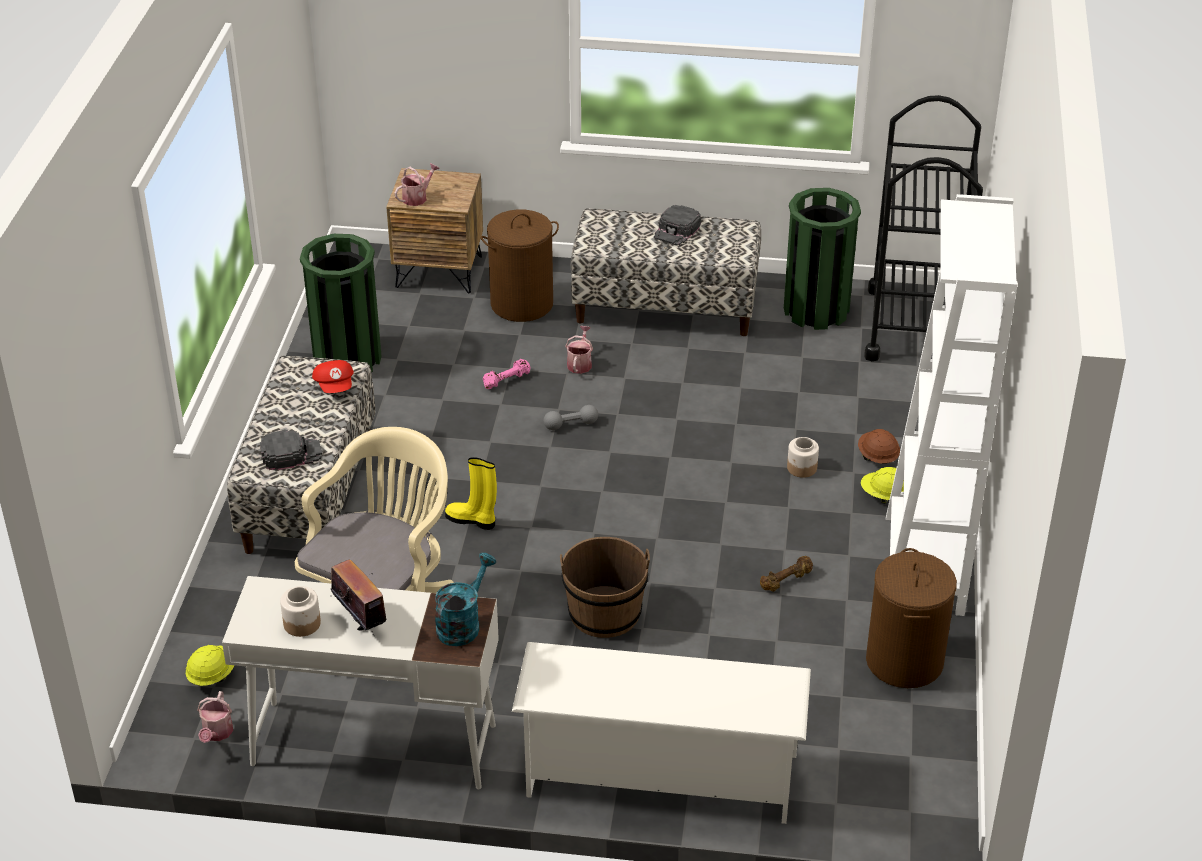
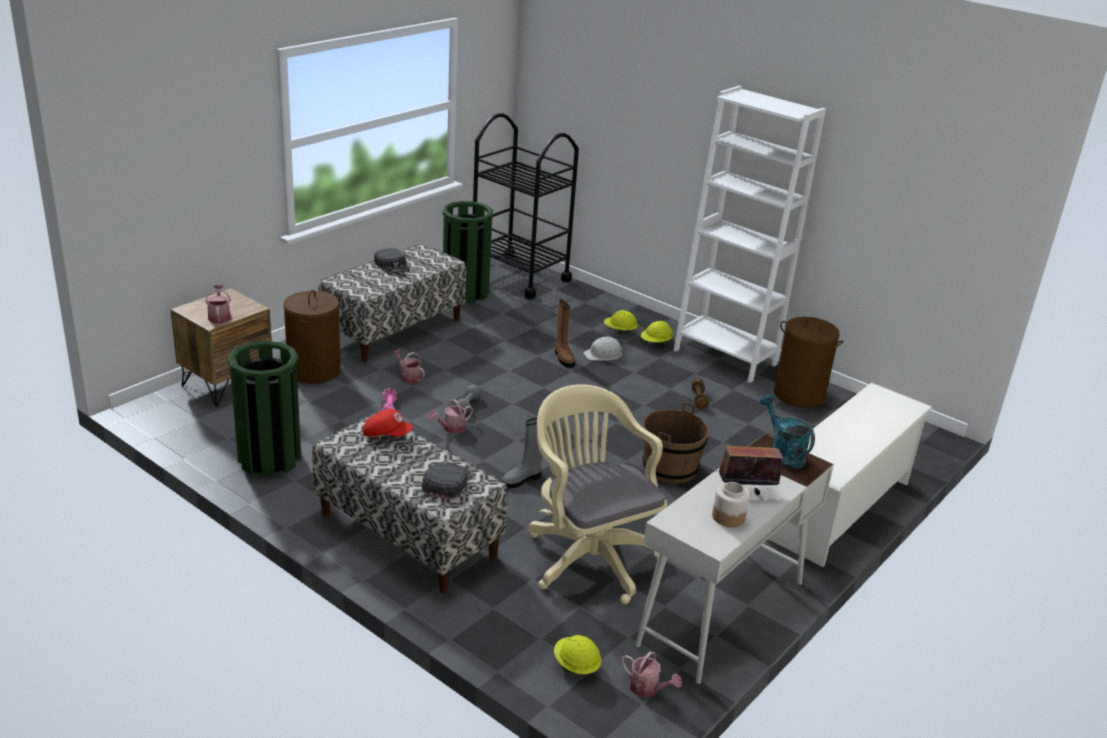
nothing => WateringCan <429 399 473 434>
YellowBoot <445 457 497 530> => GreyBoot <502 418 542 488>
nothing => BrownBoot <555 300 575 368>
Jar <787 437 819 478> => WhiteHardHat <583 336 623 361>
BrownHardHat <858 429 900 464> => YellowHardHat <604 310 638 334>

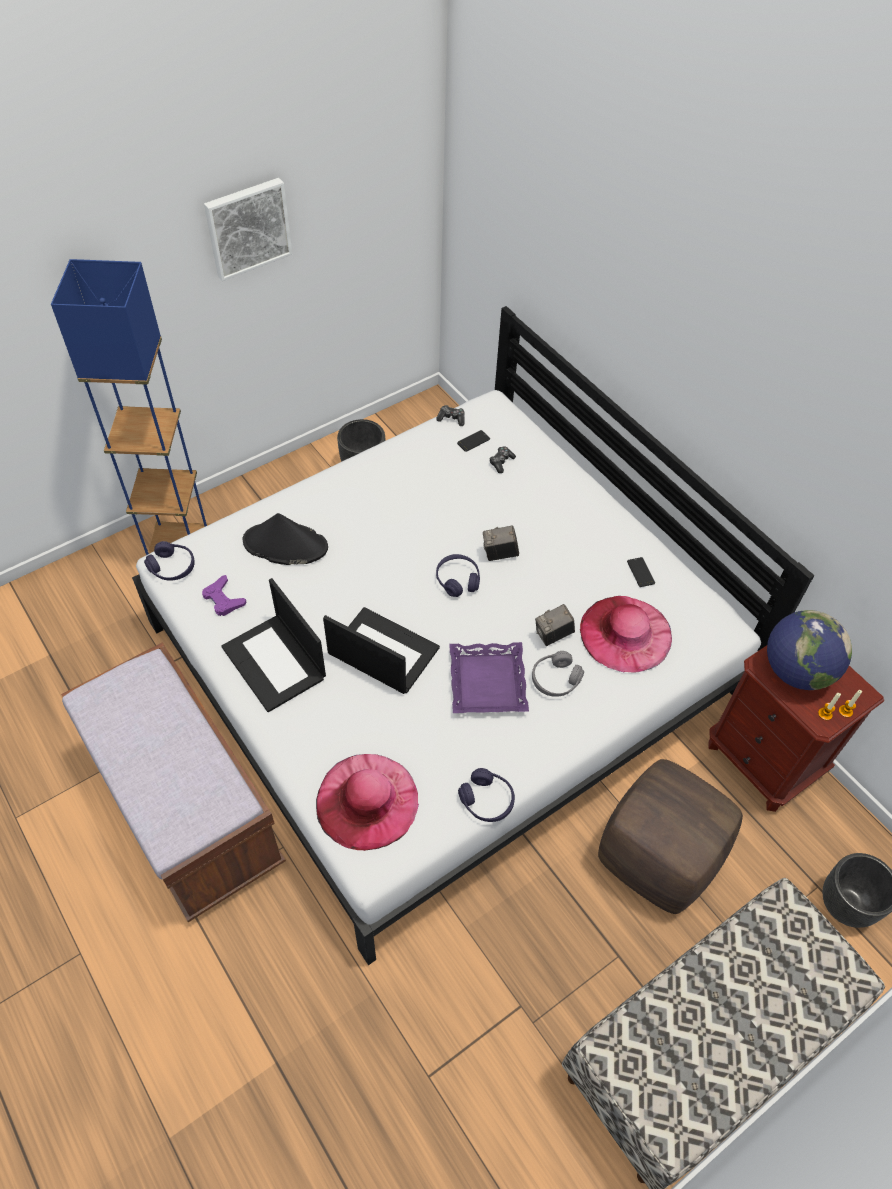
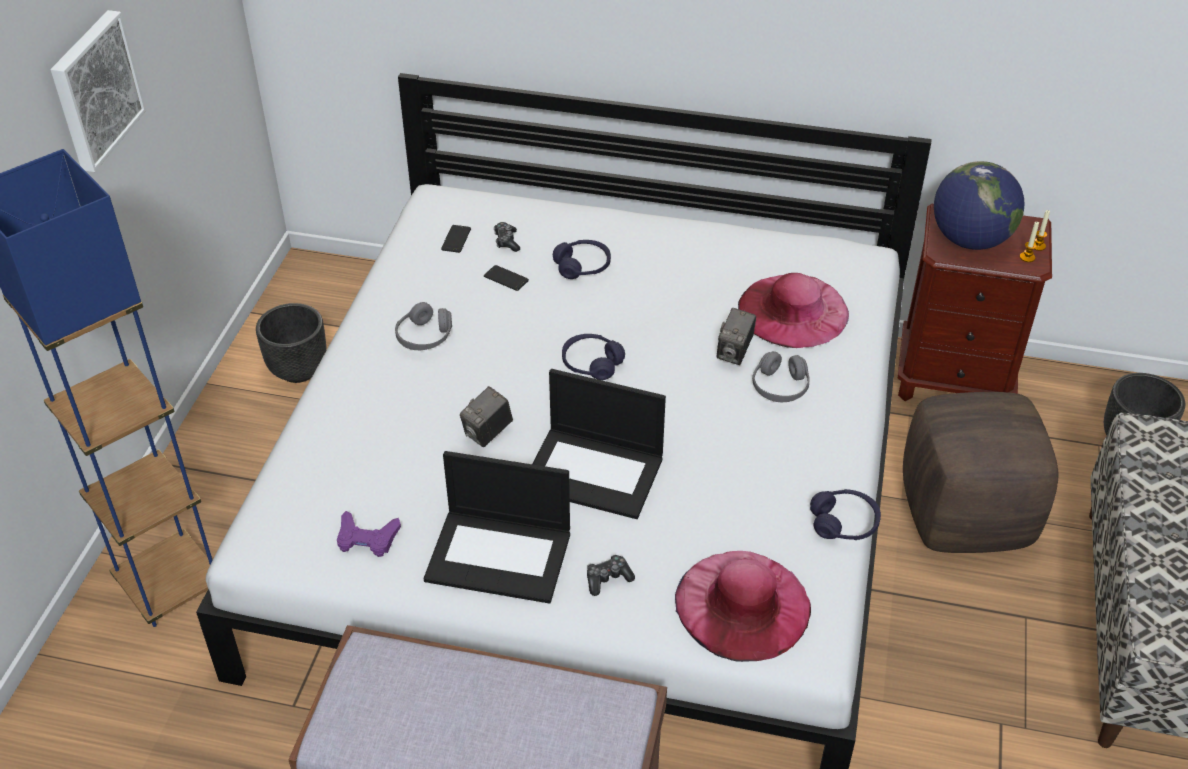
nothing => GreyHeadphones <395 302 452 350>
PhotoCamera <483 525 519 561> => PhotoCamera <460 386 513 447>, moved
Phone <627 557 655 587> => Phone <484 265 529 291>, moved
Laptop <323 607 440 694> => Laptop <533 369 666 519>, 150 degrees counterclockwise
PurpleHeadphones <144 541 195 581> => PurpleHeadphones <553 240 611 279>, moved
GameController <436 405 465 426> => GameController <587 554 635 596>, moved
BlackHat <243 513 328 565> => nothing
PurpleTray <449 642 529 713> => nothing

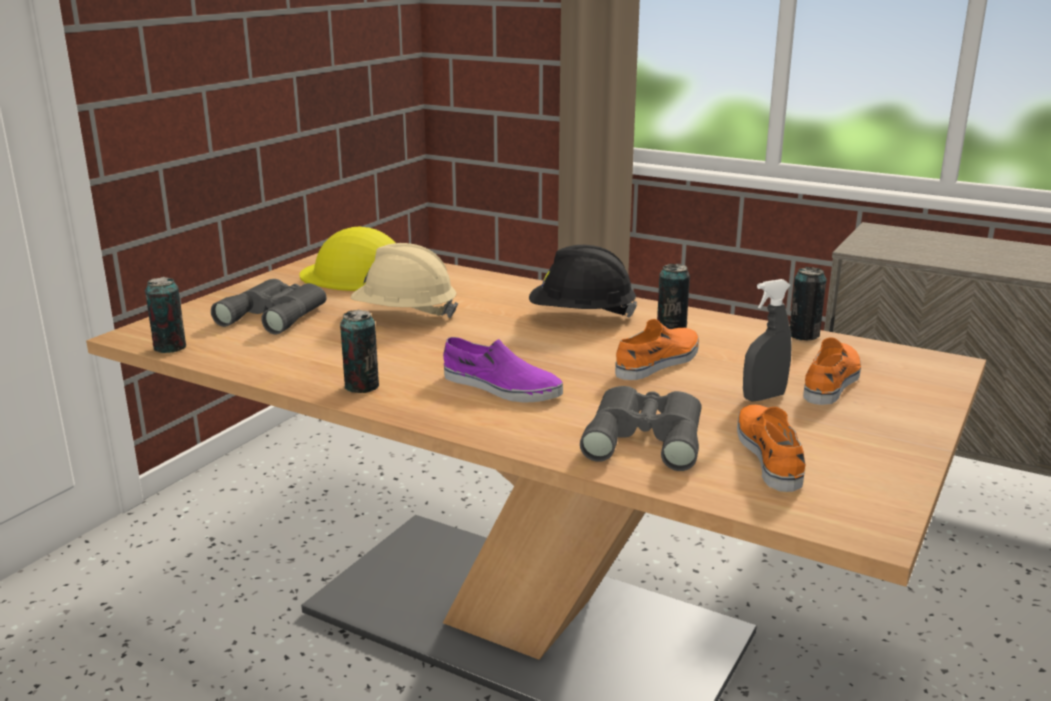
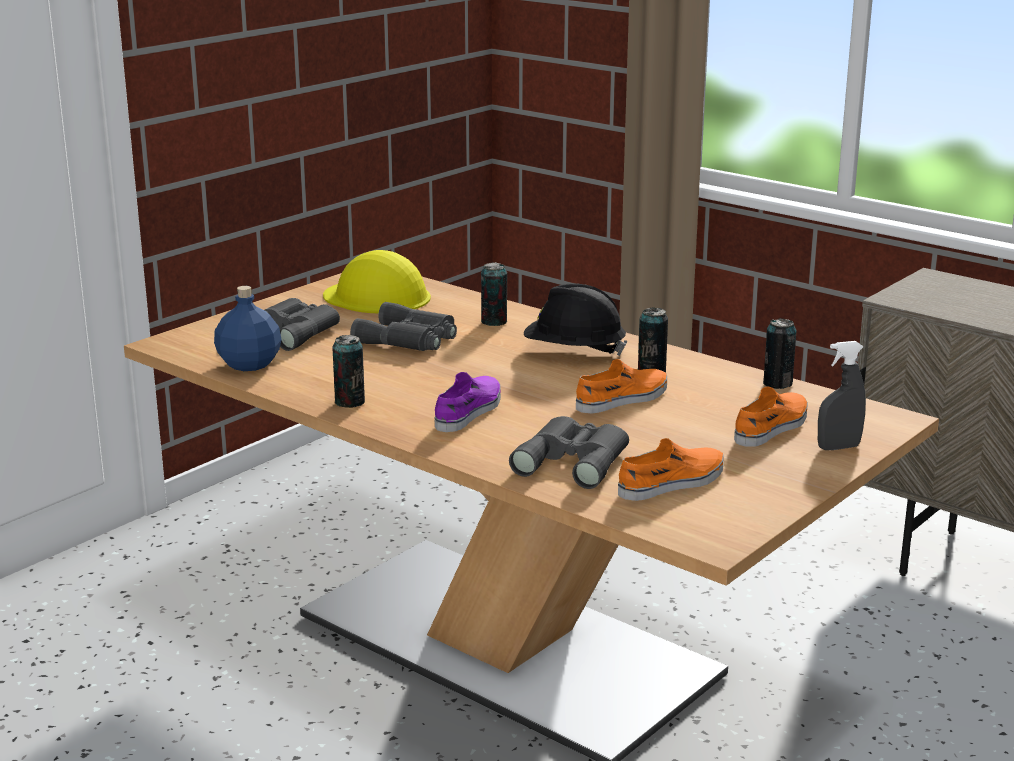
nothing => BlueBottle <214 286 282 371>
BeigeHardHat <351 243 458 318> => GreyBinoculars <350 302 457 351>
PurpleShoe <443 337 563 402> => PurpleShoe <434 372 501 432>, 105 degrees counterclockwise
Can <145 277 186 353> => Can <481 262 507 326>, moved
OrangeShoe <737 405 805 492> => OrangeShoe <618 438 724 501>, 45 degrees clockwise
GreySprayBottle <743 279 792 402> => GreySprayBottle <818 341 866 450>, moved

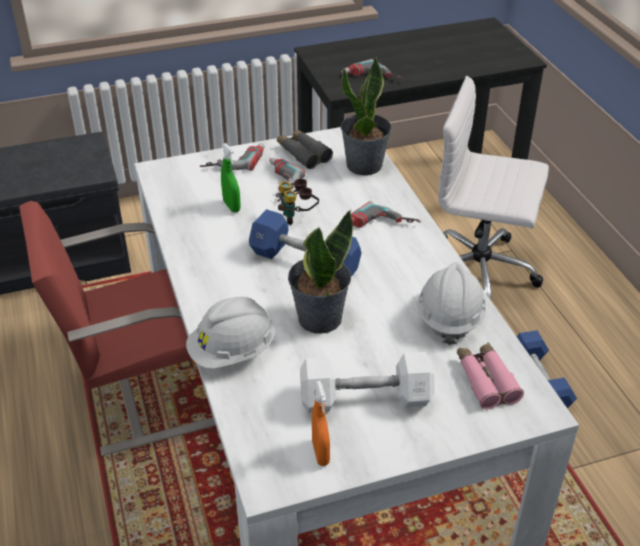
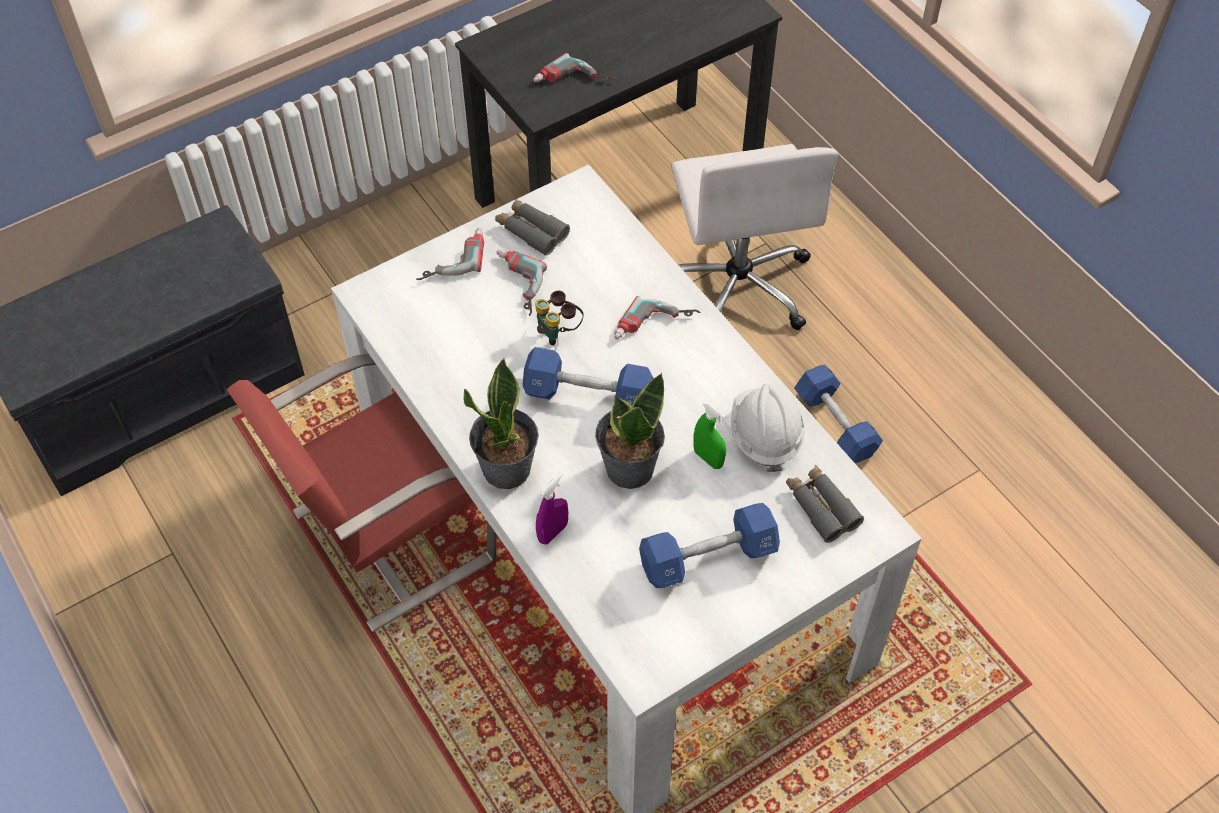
PottedPlant <341 56 392 175> => PottedPlant <464 358 539 489>, moved
WhiteHardHat <186 296 275 369> => PurpleSprayBottle <536 473 568 544>
WhiteDumbbell <300 352 434 413> => BlueDumbbell <639 503 780 588>
WhiteOfficeChair <438 76 549 300> => WhiteOfficeChair <671 144 838 330>, 105 degrees counterclockwise
GreenSprayBottle <221 143 241 212> => GreenSprayBottle <693 401 726 469>, moved
PinkBinoculars <457 342 524 409> => GreyBinoculars <786 464 864 543>
OrangeSprayBottle <312 381 330 466> => nothing

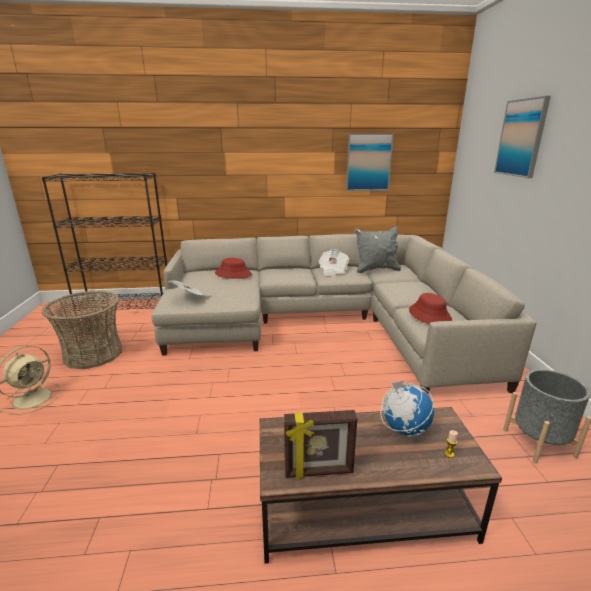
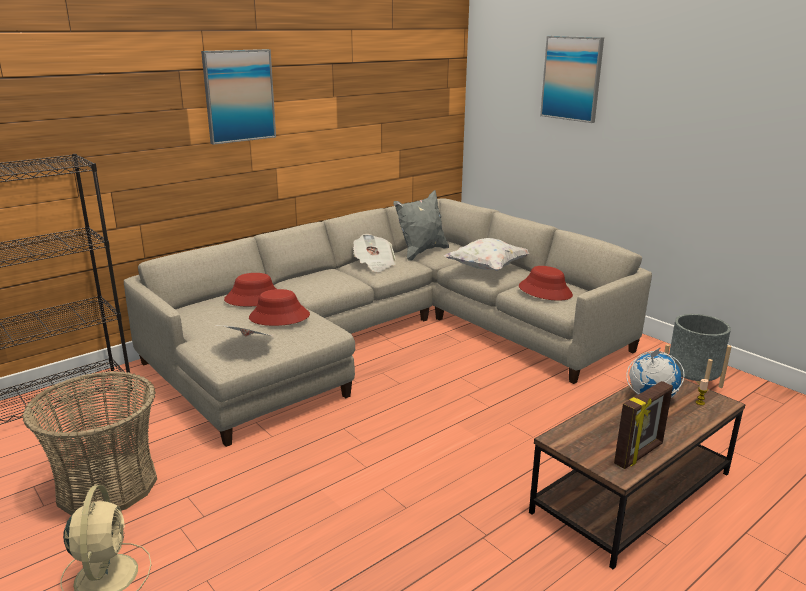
Picture <346 134 394 191> => Picture <201 49 276 145>, moved
nothing => RedHat <249 289 310 326>
nothing => WhitePillow <444 238 529 271>

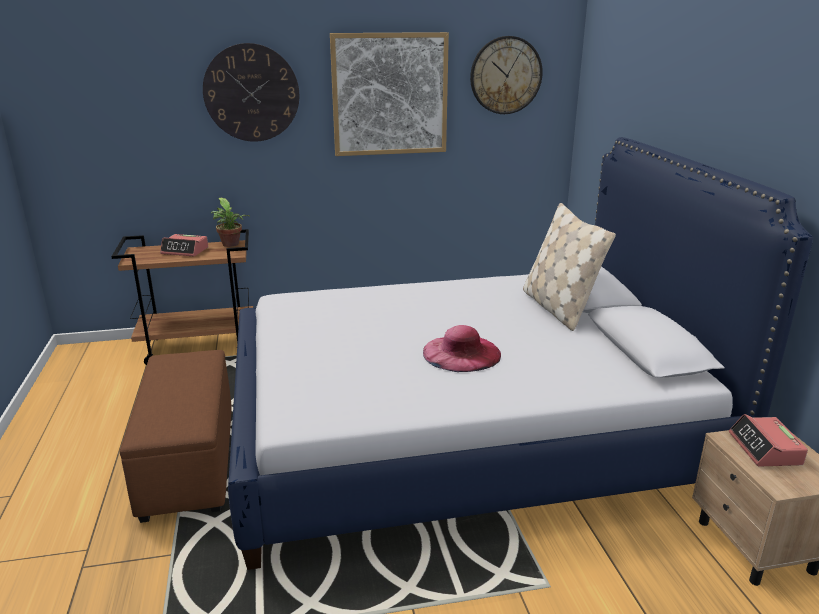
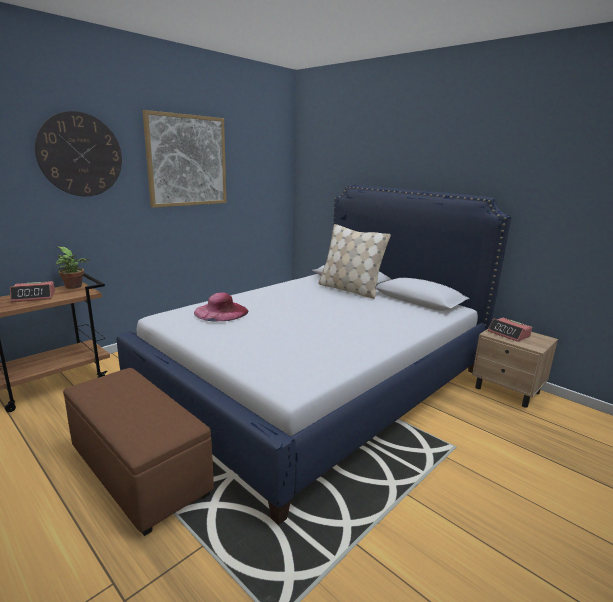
PinkHat <423 325 501 372> => PinkHat <194 293 248 321>, moved
WallClock <470 36 543 114> => nothing

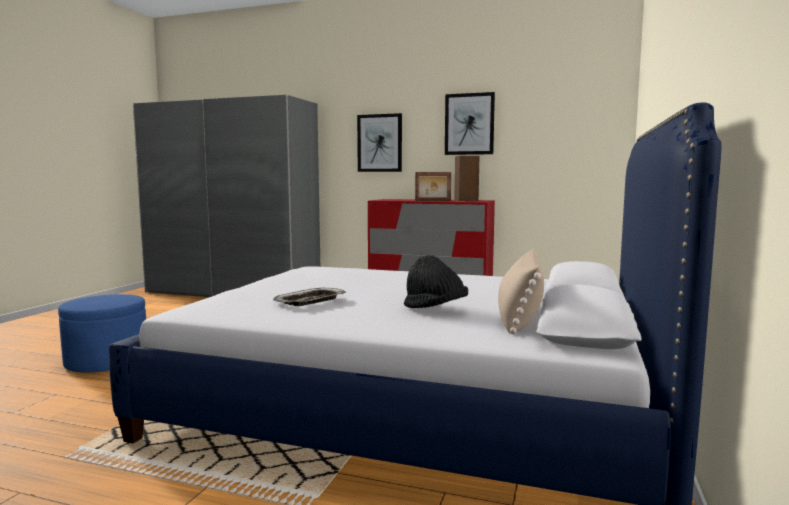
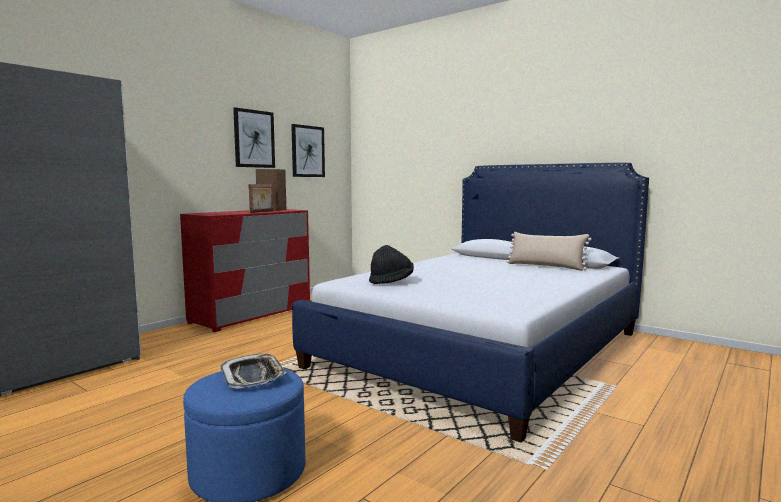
Tray <273 288 346 306> => Tray <220 354 286 389>, moved
Picture <357 113 402 172> => Picture <291 124 325 177>, moved
BlackHat <404 255 468 308> => BlackHat <369 245 414 284>, moved

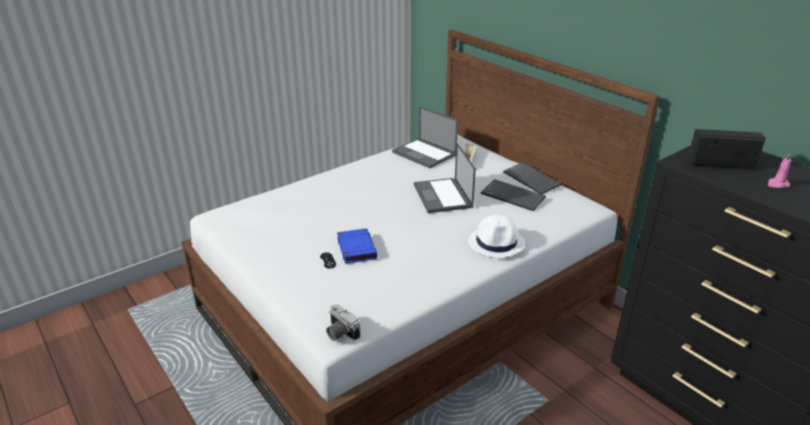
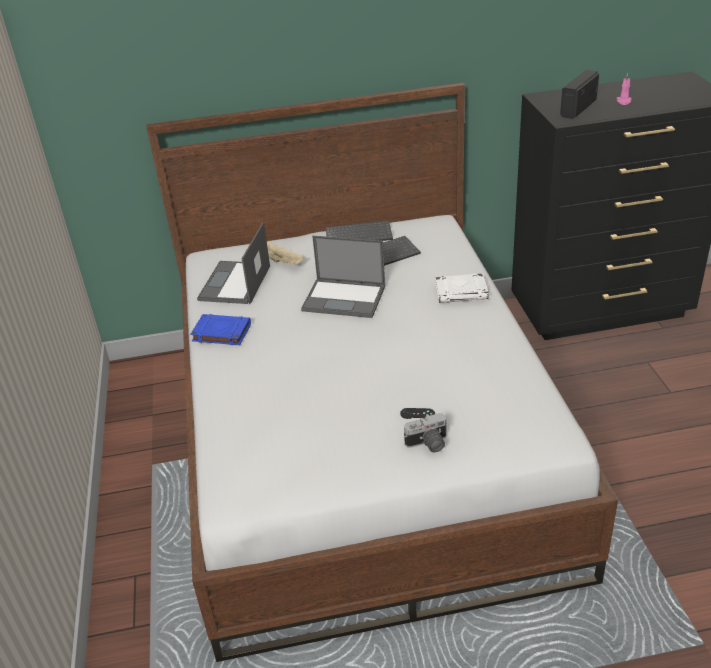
BlueBook <337 228 378 264> => BlueBook <190 314 251 345>, moved
Laptop <392 106 458 168> => Laptop <197 222 270 304>, 120 degrees clockwise
PhotoCamera <326 304 361 341> => PhotoCamera <404 413 448 452>, moved
WhiteHat <468 215 525 258> => WhiteBook <435 273 489 303>

